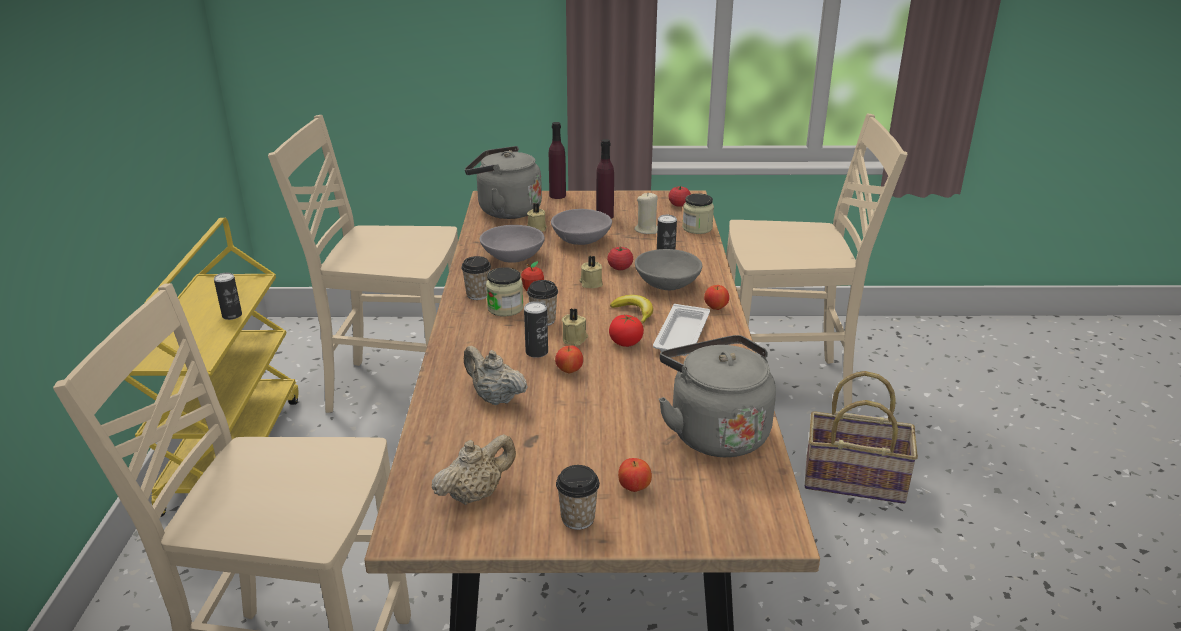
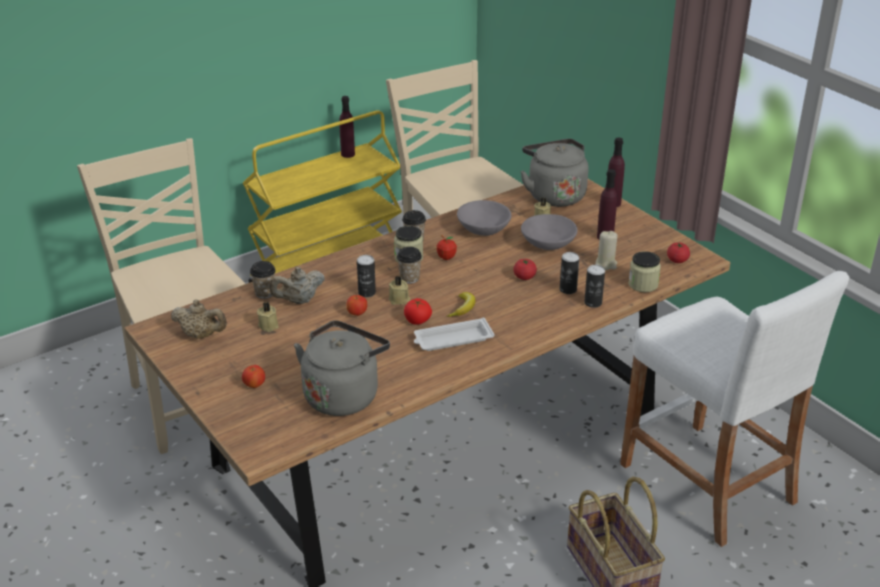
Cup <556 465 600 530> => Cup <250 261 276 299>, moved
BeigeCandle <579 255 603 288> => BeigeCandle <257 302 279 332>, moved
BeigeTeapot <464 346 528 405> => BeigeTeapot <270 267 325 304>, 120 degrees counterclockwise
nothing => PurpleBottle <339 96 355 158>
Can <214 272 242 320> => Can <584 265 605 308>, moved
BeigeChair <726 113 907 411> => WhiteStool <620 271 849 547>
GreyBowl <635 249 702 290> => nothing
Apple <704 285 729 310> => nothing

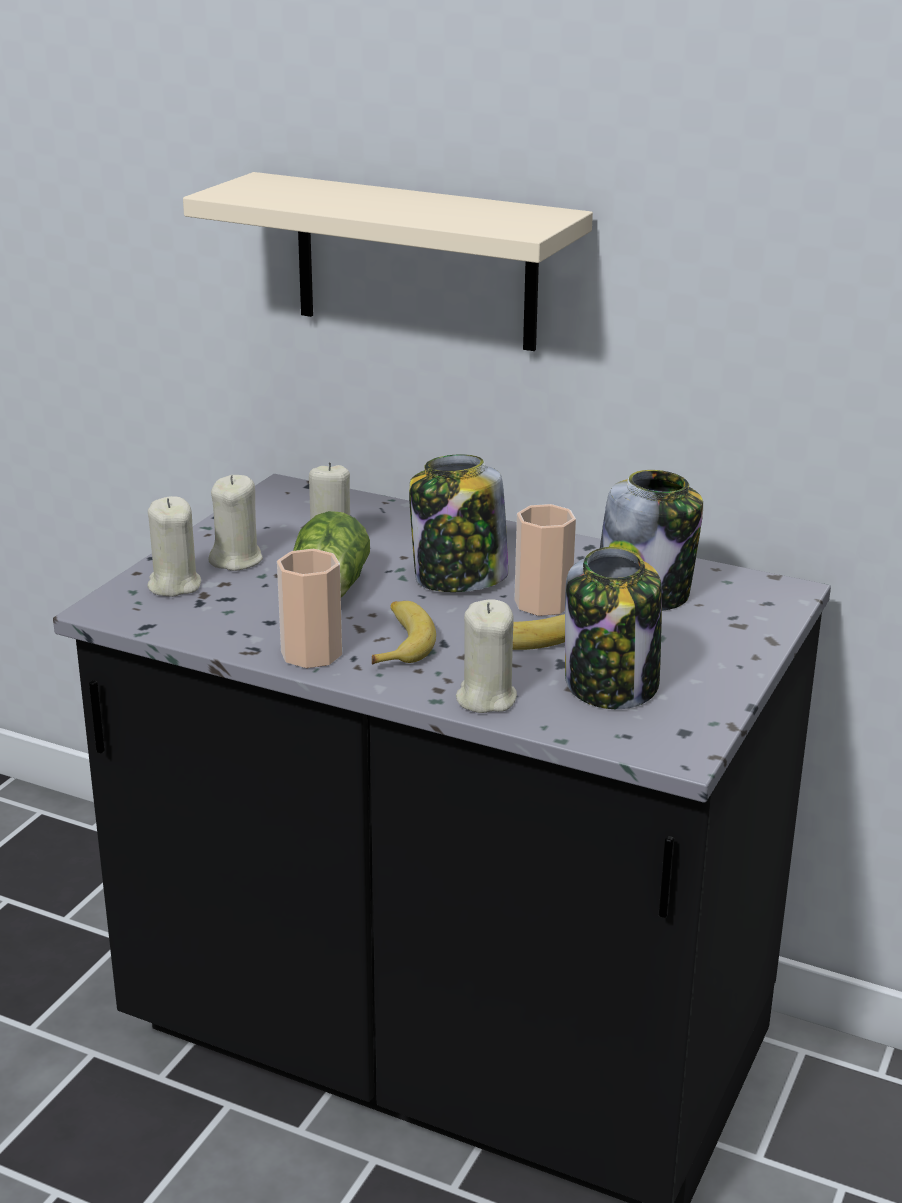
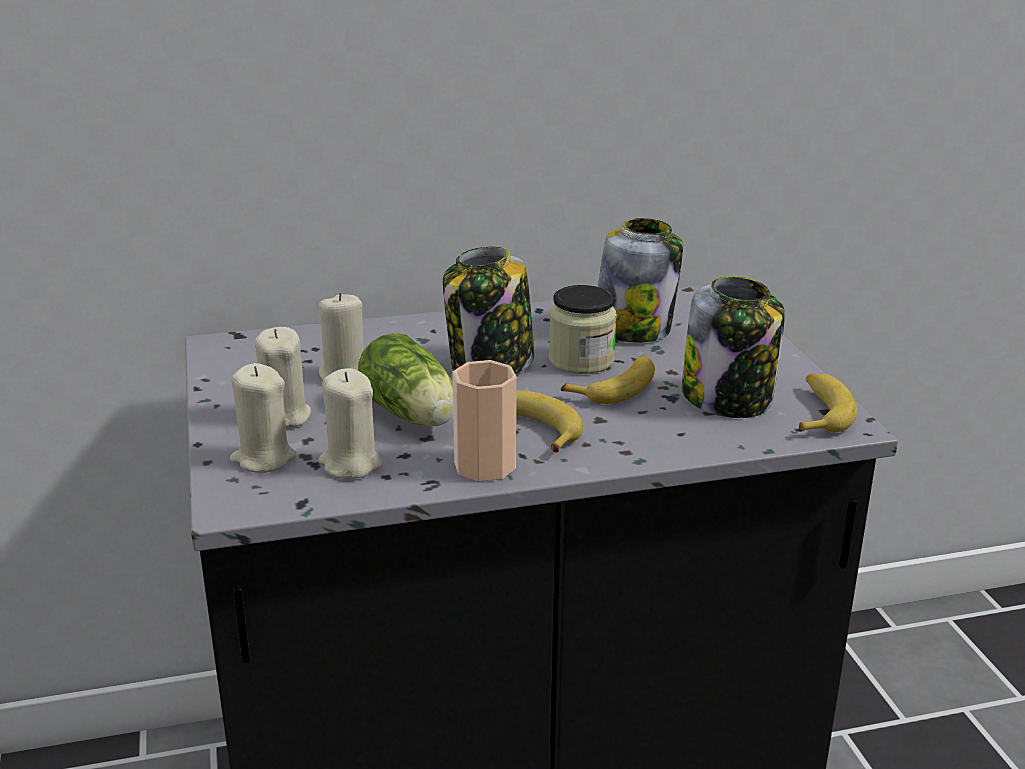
BeigeCandle <456 599 517 713> => BeigeCandle <318 368 383 479>, moved
Cup <514 504 576 616> => Jar <549 285 617 374>
nothing => Banana <799 374 857 432>
BeigeShelf <183 172 593 351> => nothing

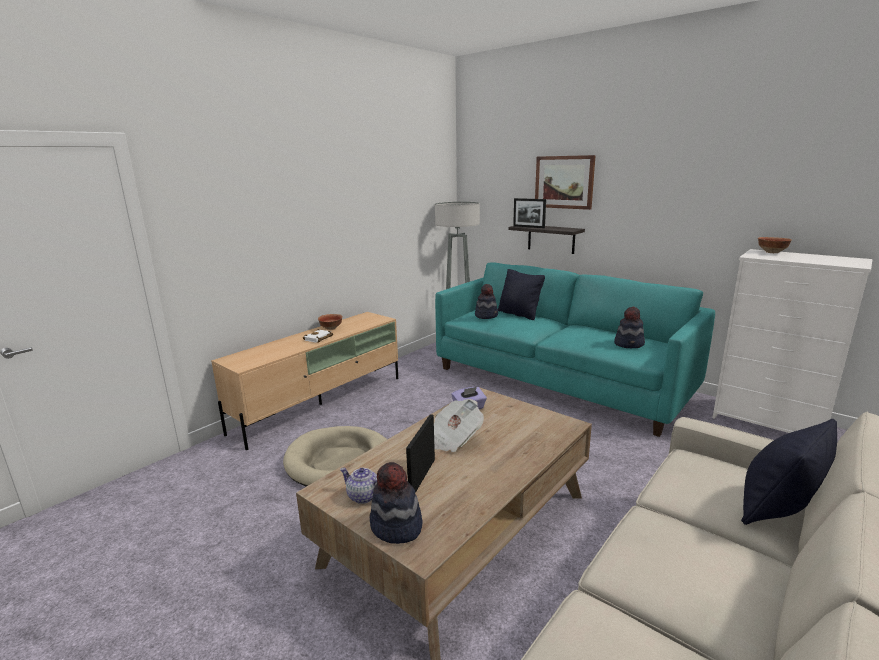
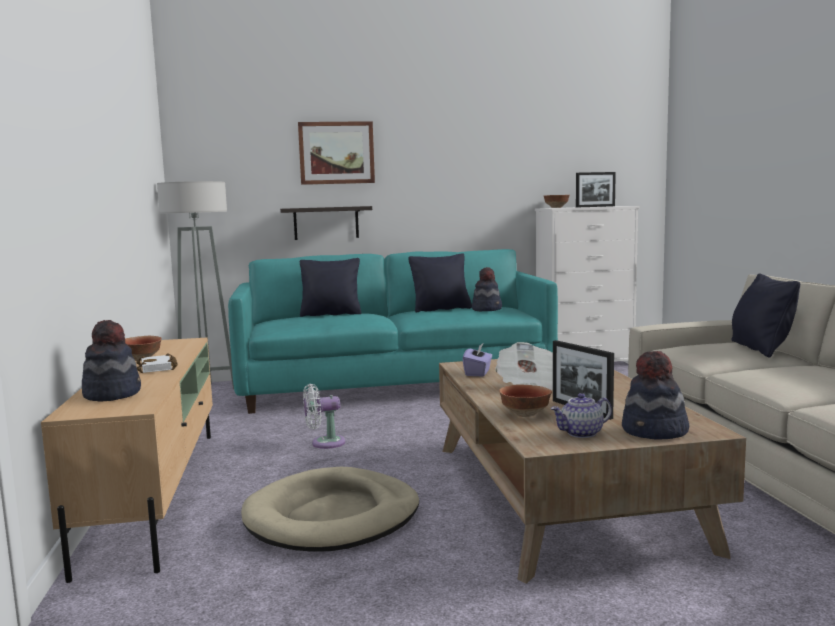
Hat <475 284 498 319> => Hat <82 320 141 402>, moved
nothing => WhiteFan <303 384 346 449>
nothing => BlackPillow <408 253 472 313>
nothing => Bowl <499 384 552 417>
PictureFrame <513 198 546 228> => PictureFrame <576 172 616 208>, moved

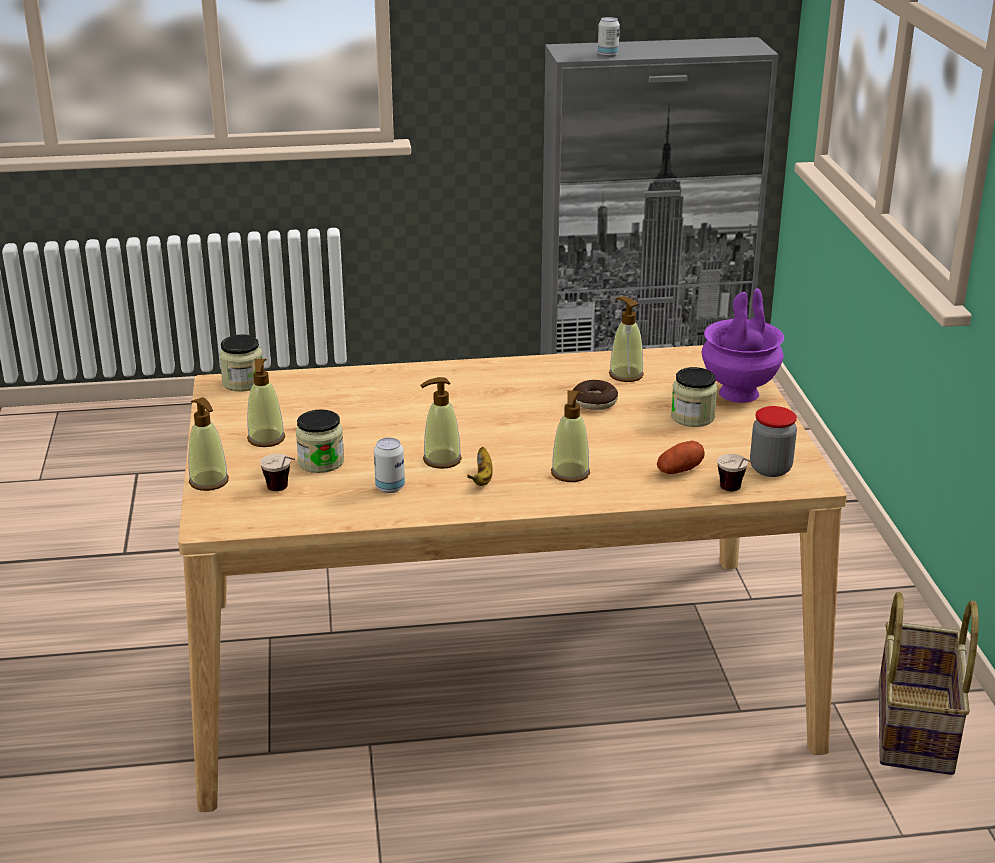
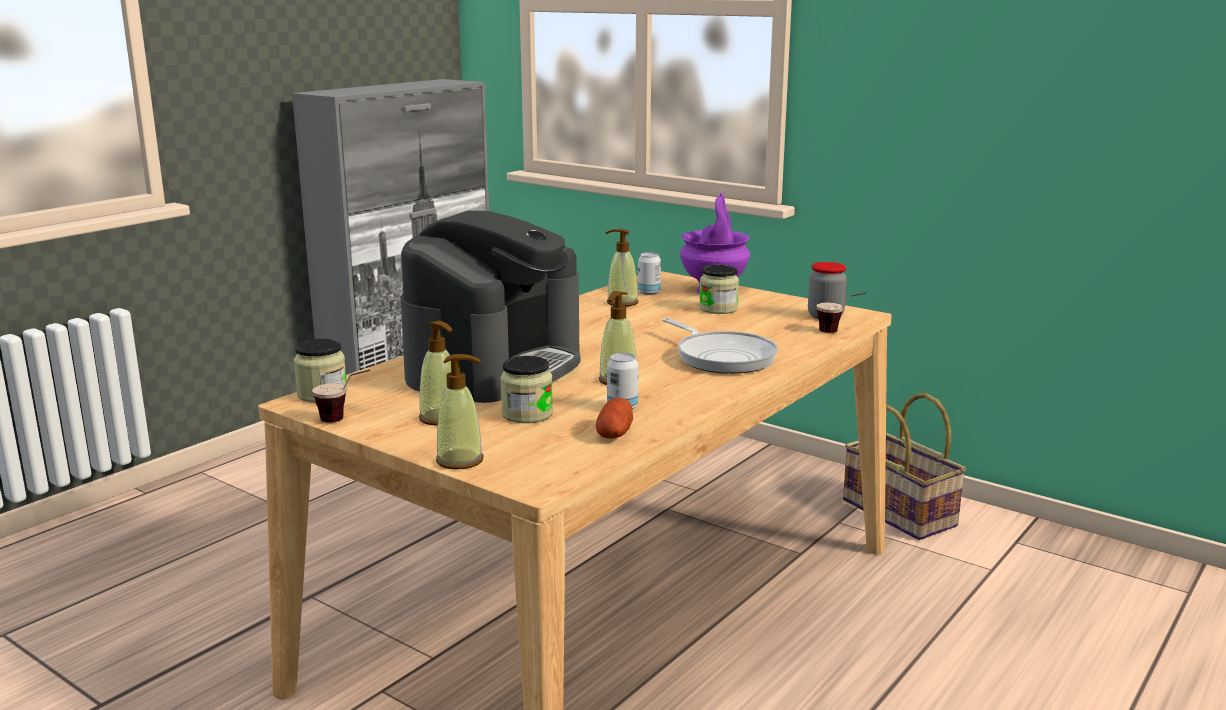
Cup <260 454 295 491> => Cup <312 369 370 423>, moved
nothing => CoffeeMachine <401 211 580 403>
Potato <657 441 705 474> => Potato <596 398 633 438>, moved
Can <598 17 620 57> => Can <638 252 661 295>, moved
SoapDispenser <551 390 590 482> => FryingPan <662 318 778 374>
Banana <467 447 493 486> => nothing
Donut <573 380 618 410> => nothing

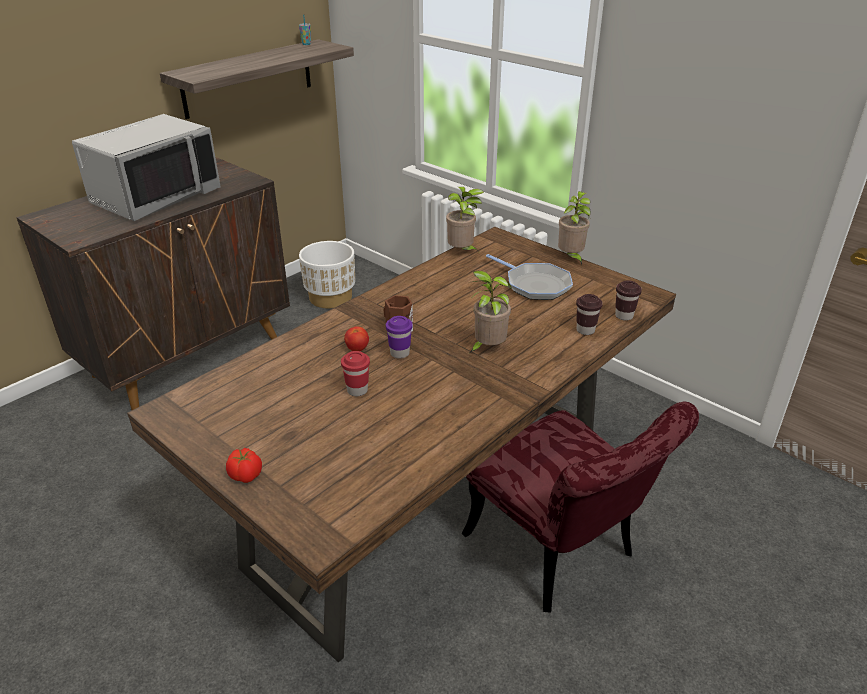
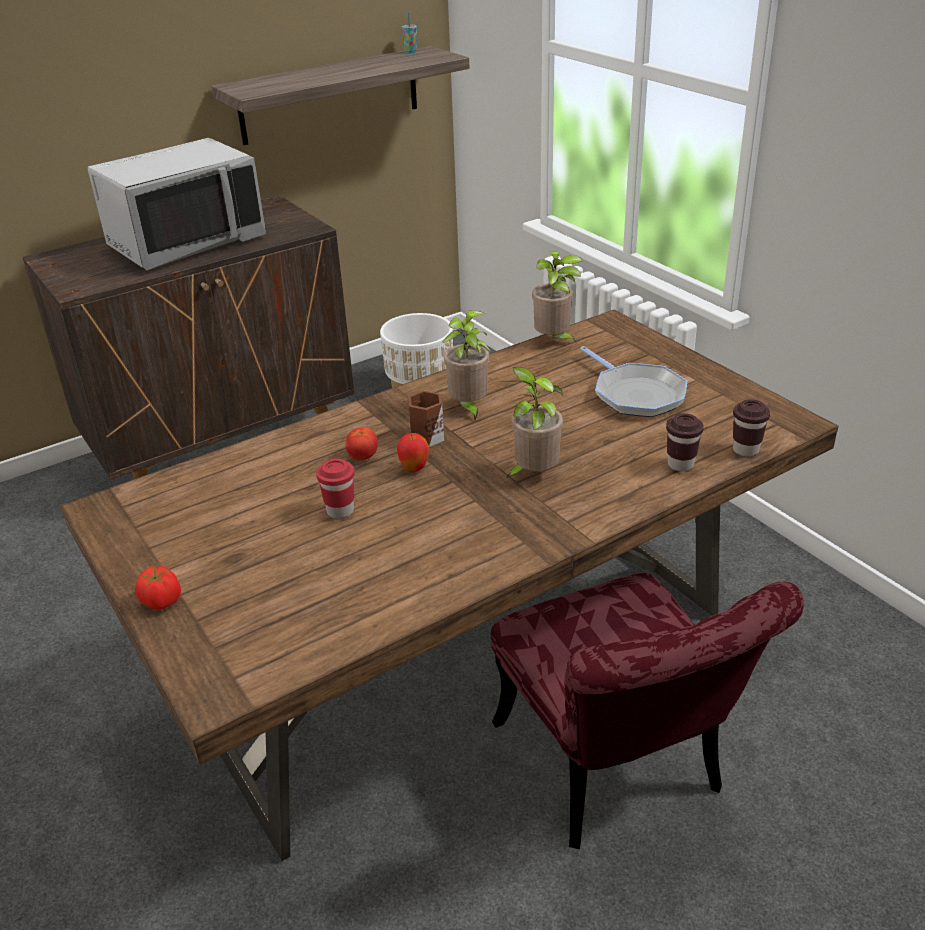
PurpleCup <386 316 413 359> => Apple <397 433 429 472>
PottedPlant <558 191 591 266> => PottedPlant <442 310 491 420>, moved

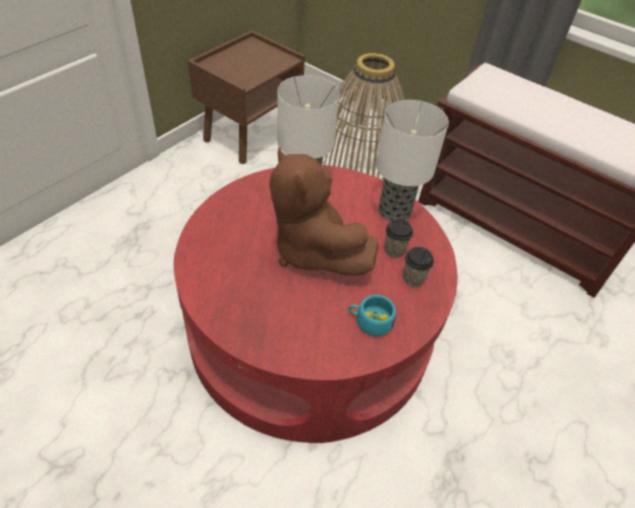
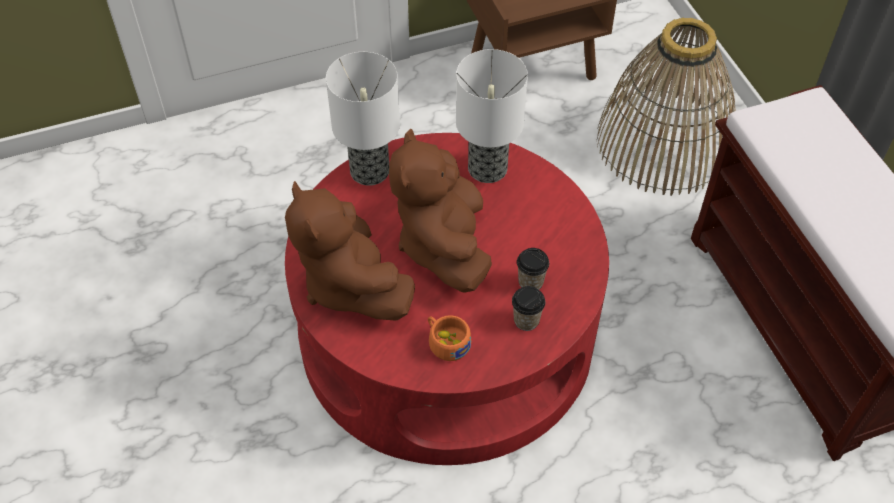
nothing => BrownPlushToy <285 181 415 320>
TableLamp <376 100 449 221> => TableLamp <326 52 400 186>, moved
TurquoiseCup <348 295 396 336> => OrangeCup <428 315 471 361>

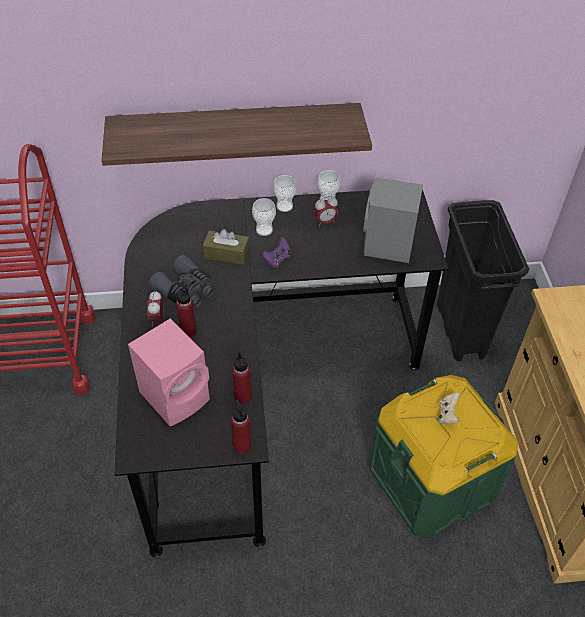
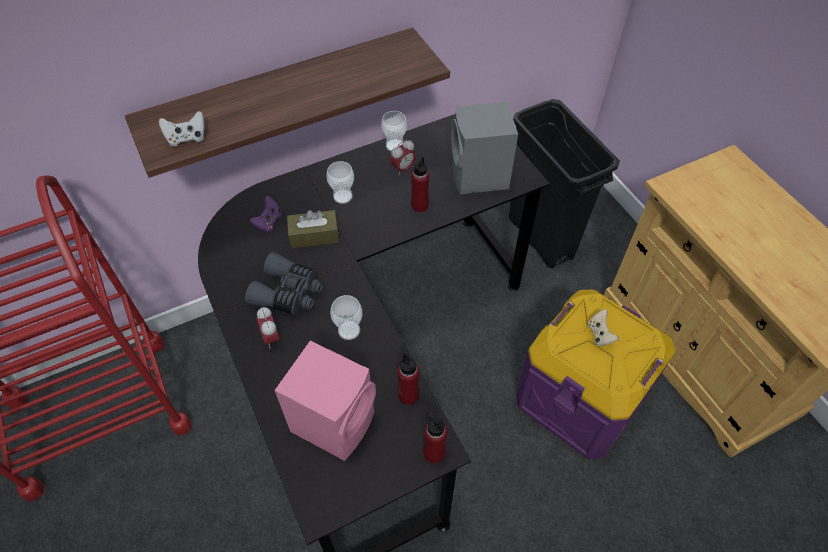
nothing => WhiteGameController <159 111 205 146>
PurpleGameController <261 237 291 268> => PurpleGameController <249 196 283 233>, moved
Cup <273 175 296 212> => Cup <330 295 363 340>, moved
RedBottle <175 287 197 337> => RedBottle <411 157 429 212>, moved
GreenStorageBox <369 375 518 539> => PurpleStorageBox <516 289 675 459>

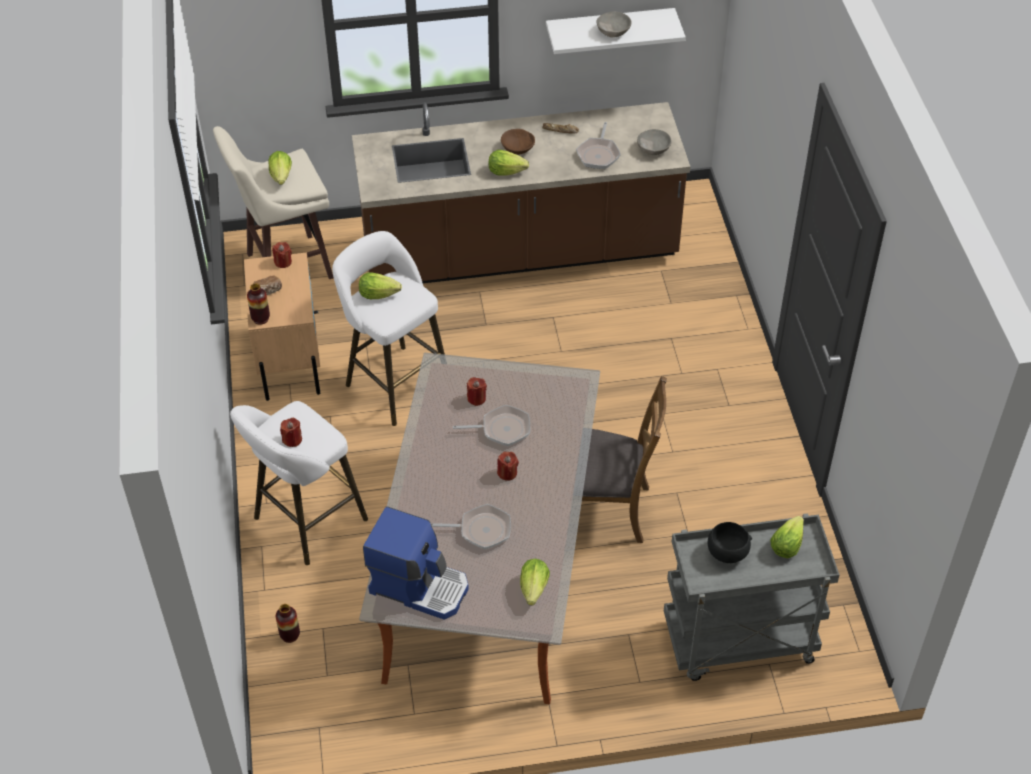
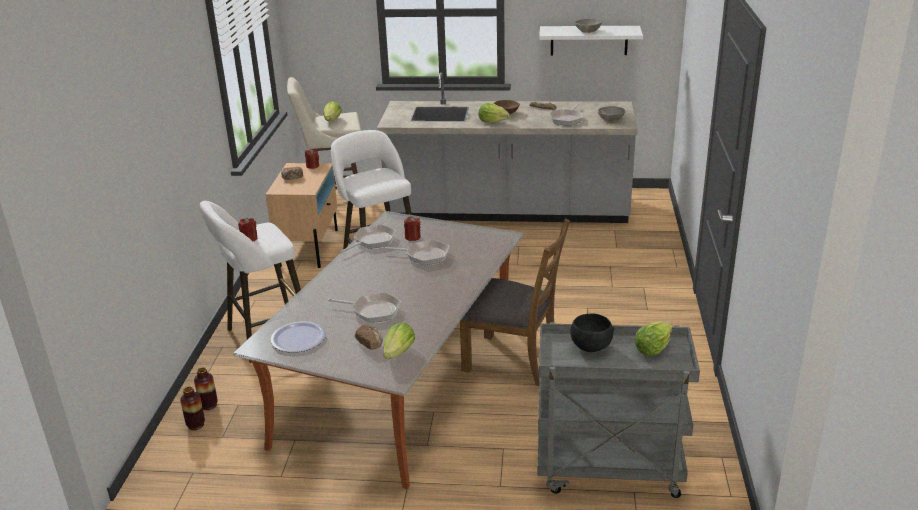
Vase <247 283 270 325> => Vase <180 386 205 430>, moved
CoffeeMachine <363 506 469 620> => Plate <270 321 326 353>
nothing => FryingPan <340 224 396 253>
nothing => Bread <355 325 383 350>
BrownCounter <352 102 690 283> => GreyCounter <377 72 638 223>
Lettuce <359 272 402 299> => nothing
RedCandle <497 452 519 481> => nothing

